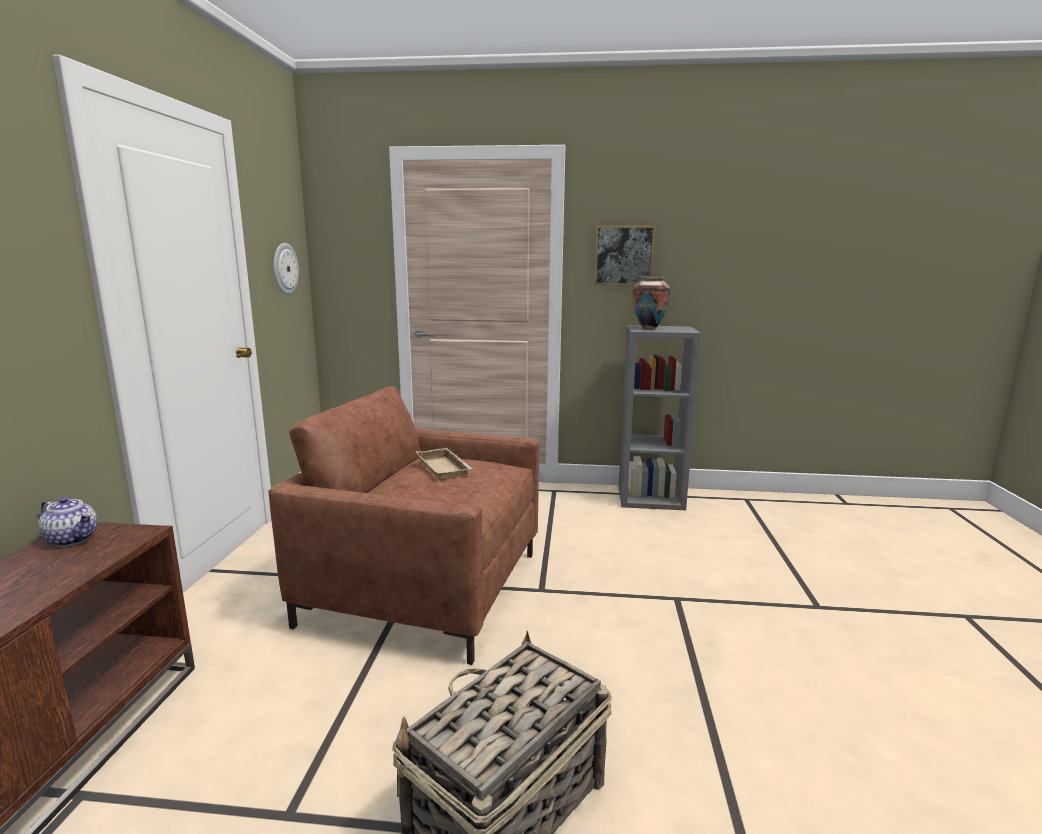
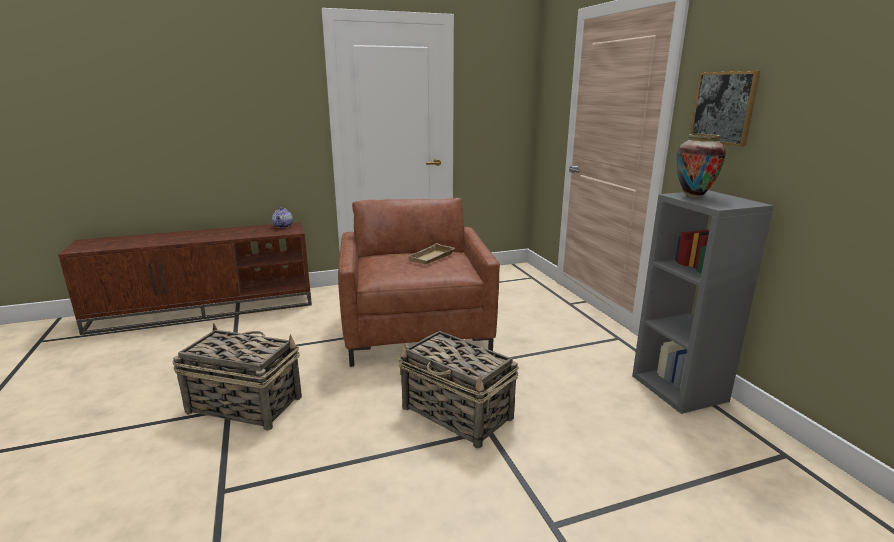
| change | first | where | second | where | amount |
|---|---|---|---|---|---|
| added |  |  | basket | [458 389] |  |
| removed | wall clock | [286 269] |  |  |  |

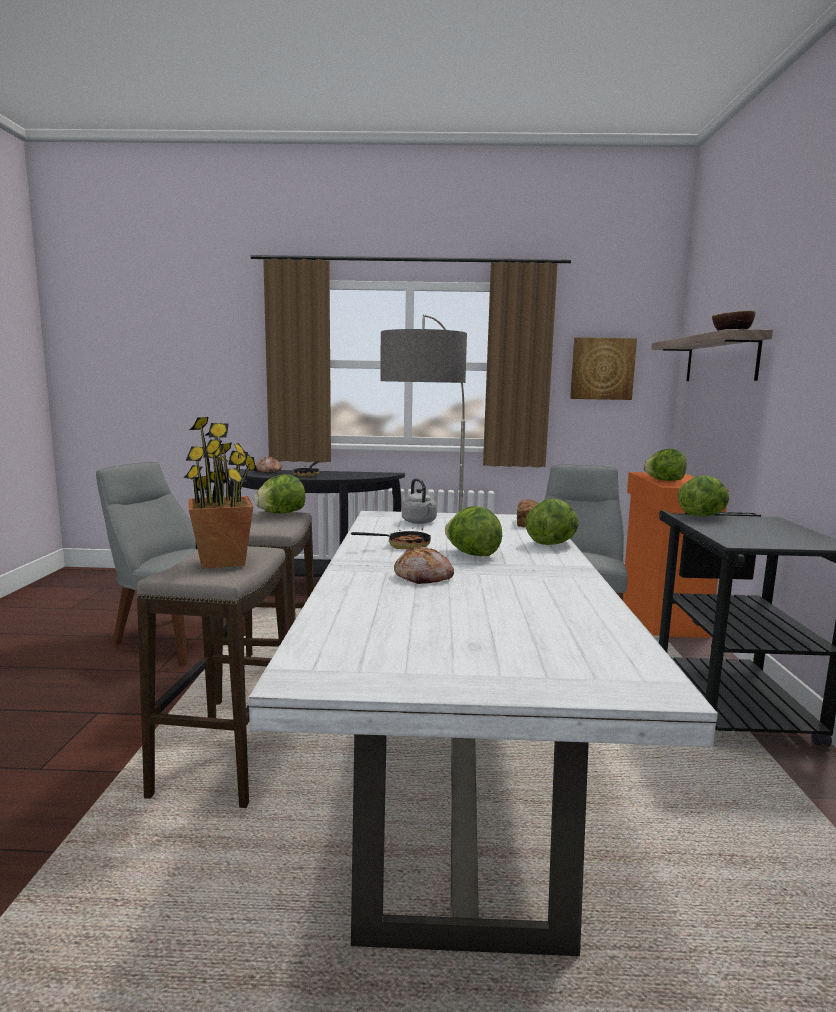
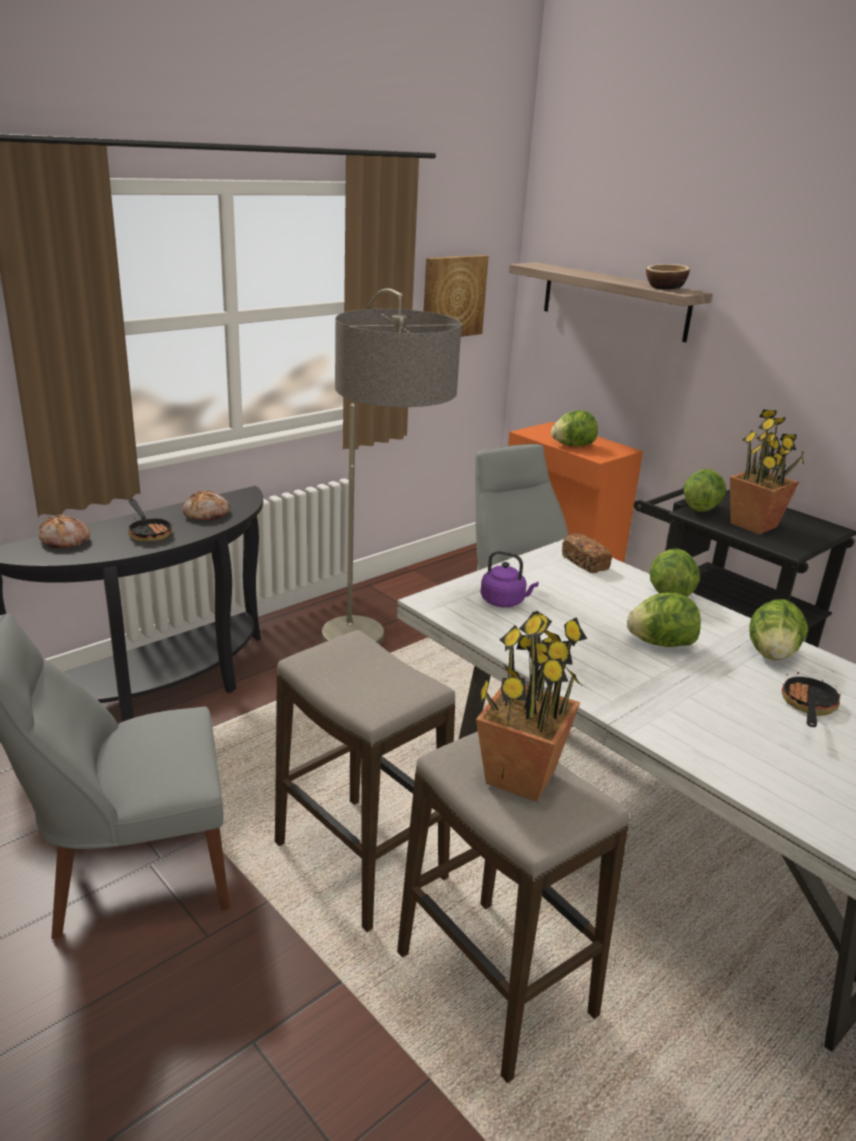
| change | first | where | second | where | amount |
|---|---|---|---|---|---|
| moved | bread | [424 565] |  | [206 506] |  |
| recoloured | grey kettle | [419 501] | purple kettle | [509 578] |  |
| added |  |  | potted plant | [767 472] |  |
| moved | lettuce | [279 494] |  | [778 629] |  |
| moved | frying pan | [391 538] |  | [812 699] |  |

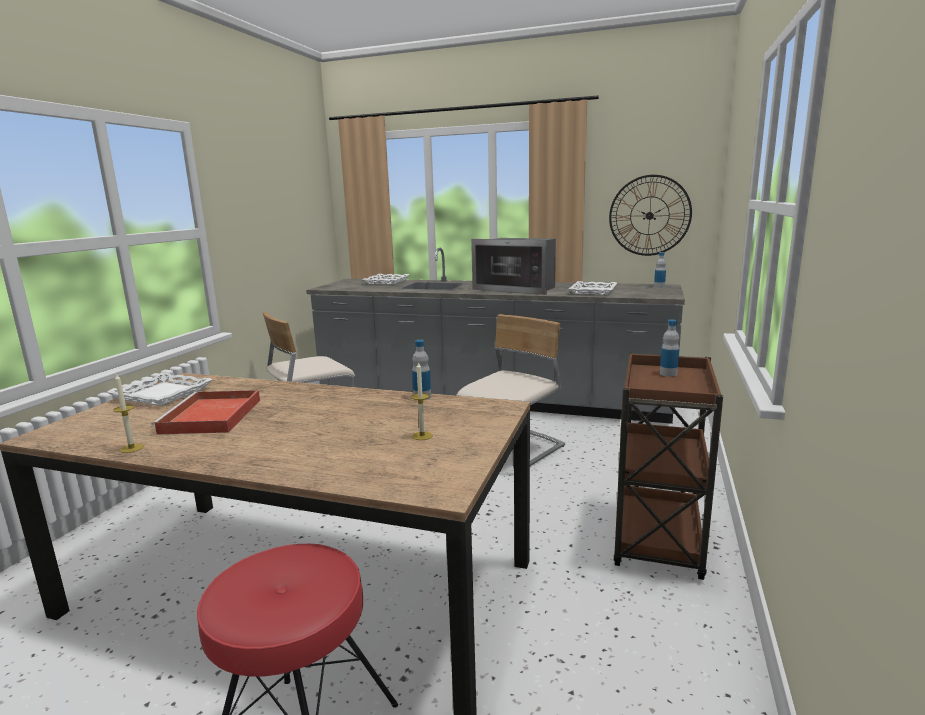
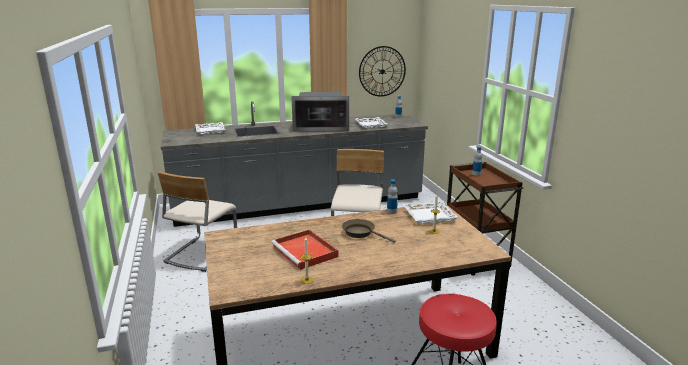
| change | first | where | second | where | amount |
|---|---|---|---|---|---|
| added |  |  | brown frying pan | [368 231] |  |
| moved | white tray | [160 389] |  | [430 212] |  |

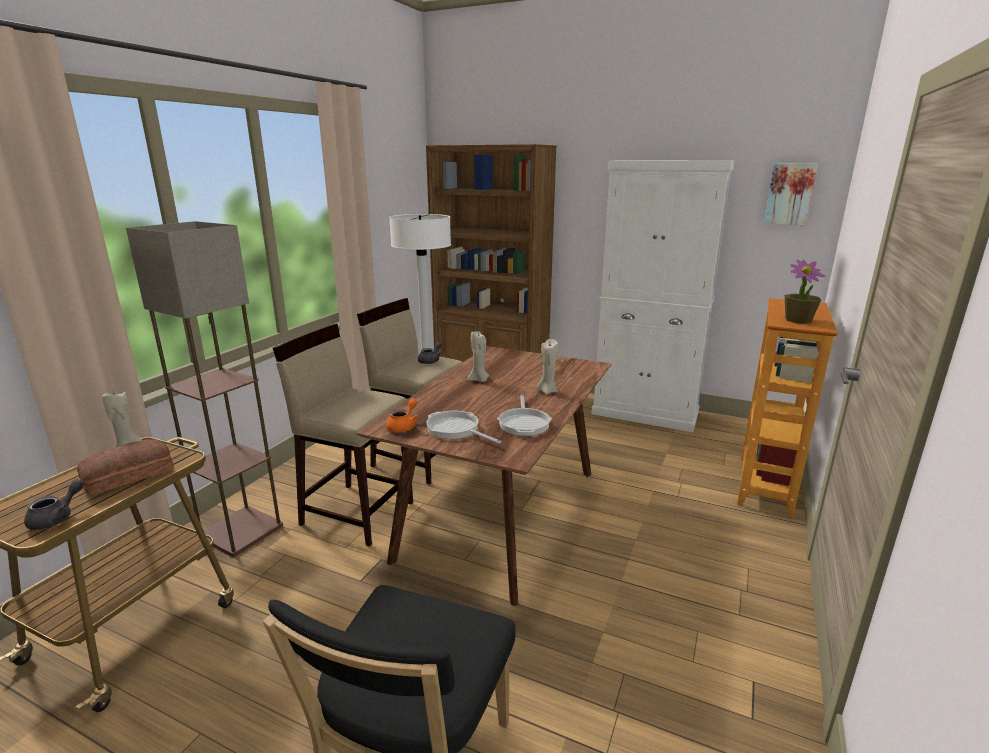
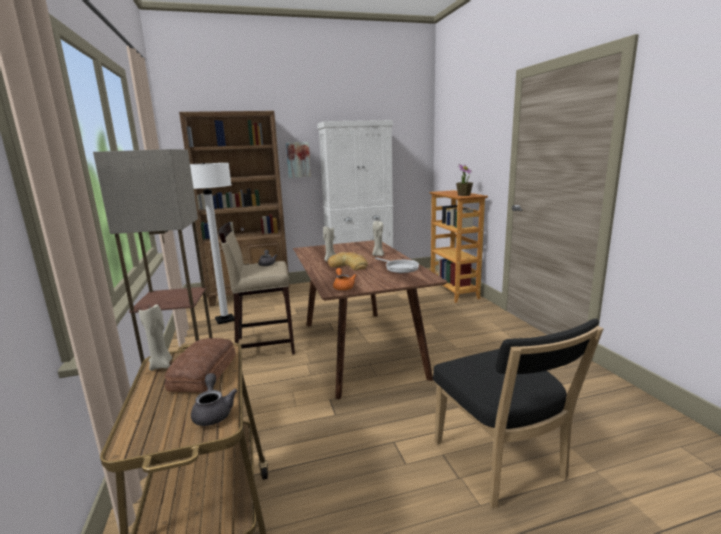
| change | first | where | second | where | amount |
|---|---|---|---|---|---|
| moved | picture | [791 194] |  | [298 160] |  |
| added |  |  | bread | [348 261] |  |
| removed | beige stool | [343 435] |  |  |  |
| removed | frying pan | [464 427] |  |  |  |

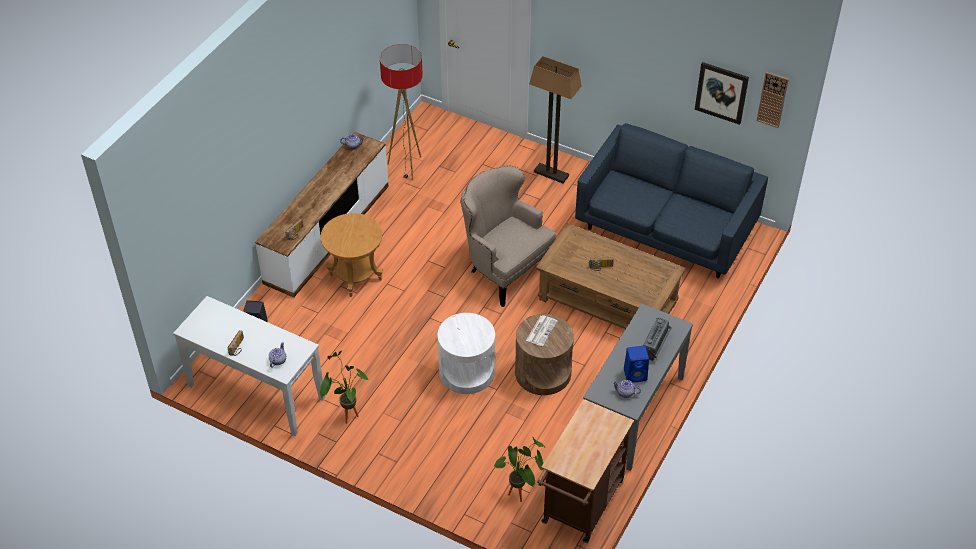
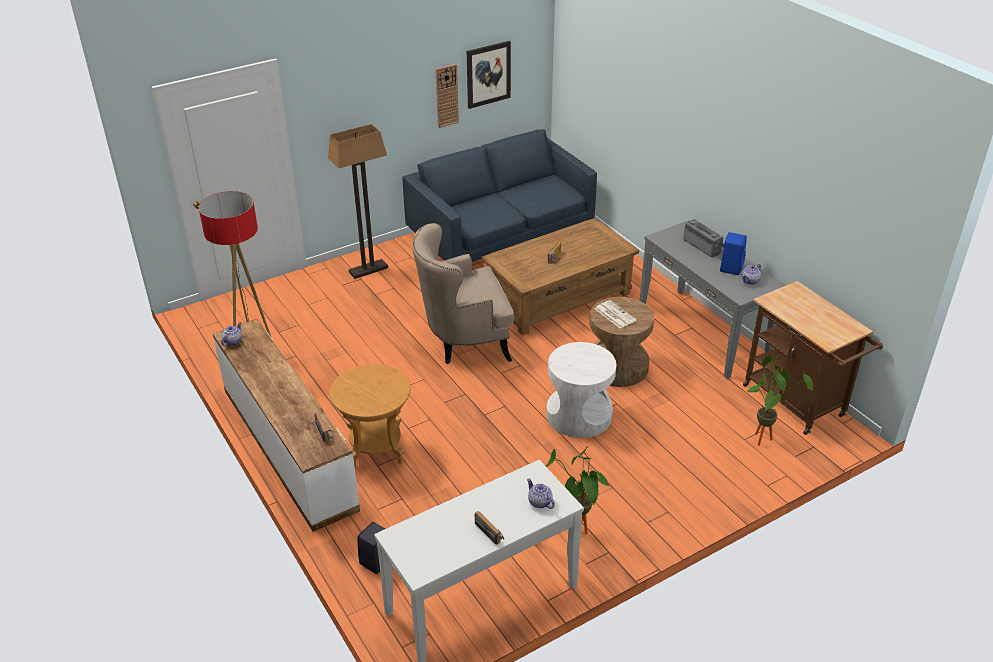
| change | first | where | second | where | amount |
|---|---|---|---|---|---|
| moved | wall clock | [773 100] |  | [447 96] |  |

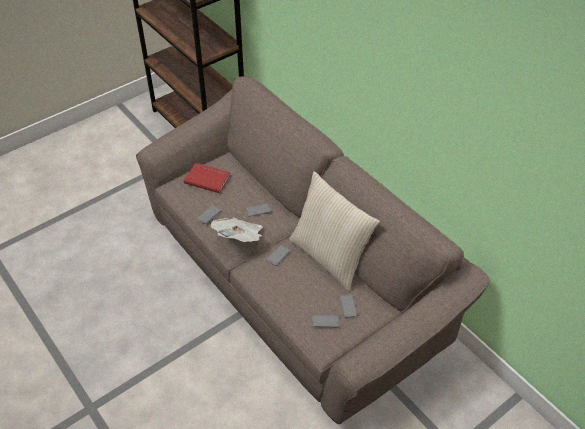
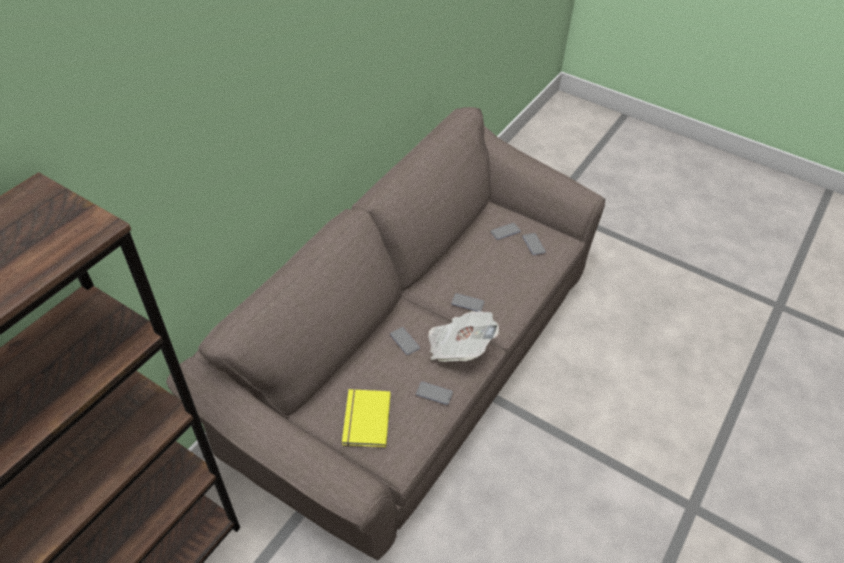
| change | first | where | second | where | amount |
|---|---|---|---|---|---|
| recoloured | red book | [207 178] | yellow book | [366 418] |  |
| removed | beige pillow | [334 232] |  |  |  |

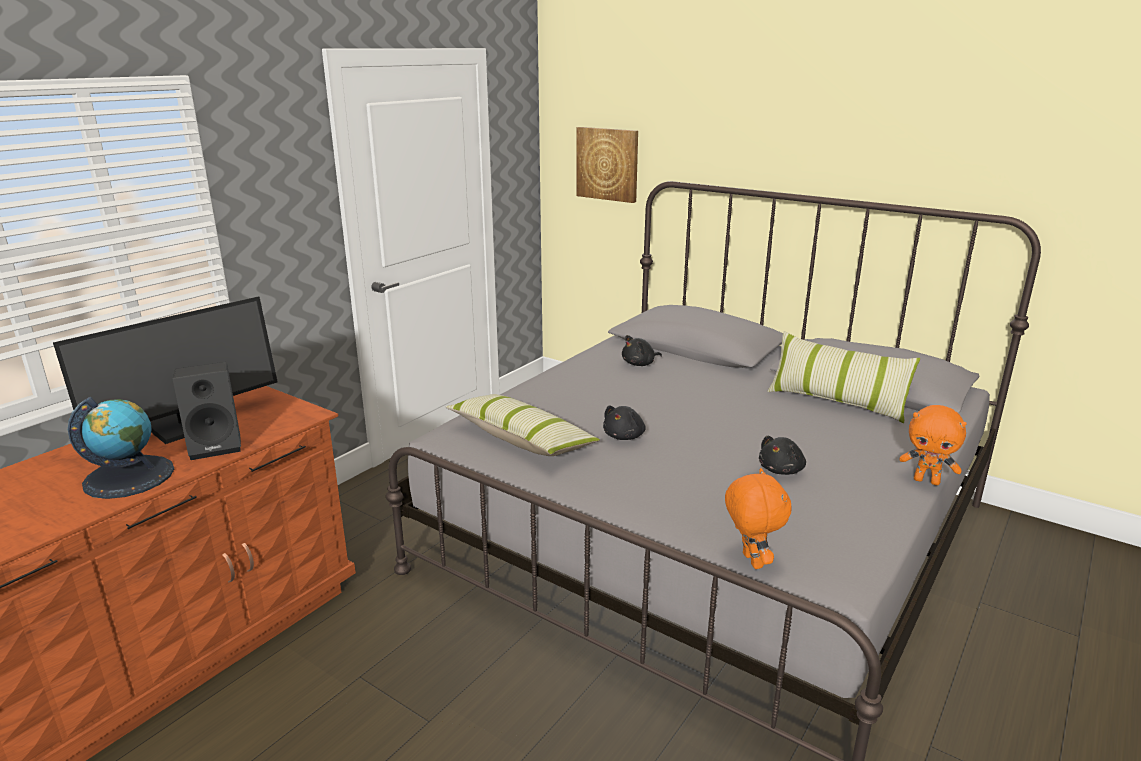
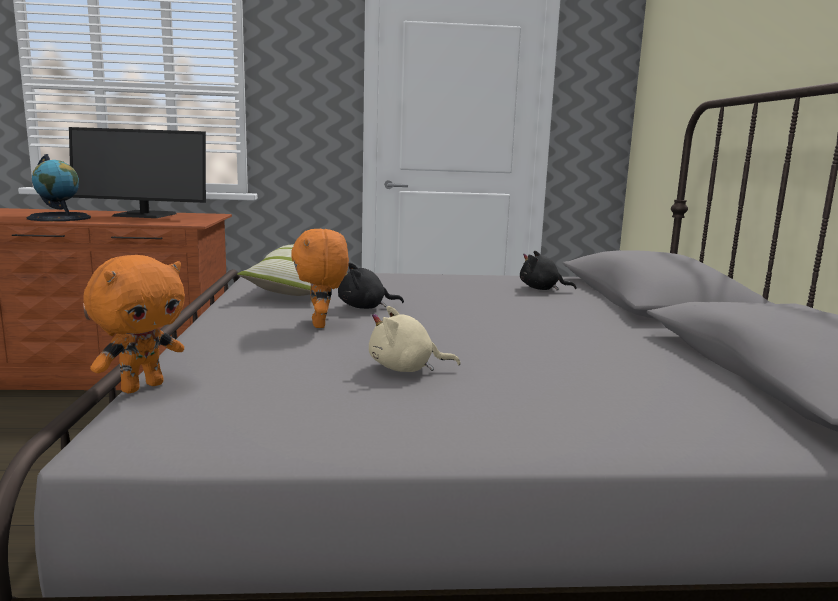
| change | first | where | second | where | amount |
|---|---|---|---|---|---|
| moved | orange plush toy | [933 445] |  | [320 278] |  |
| recoloured | black plush toy | [782 455] | beige plush toy | [414 339] |  |
| removed | black speaker | [207 411] |  |  |  |
| removed | picture | [607 165] |  |  |  |
| removed | pillow | [843 377] |  |  |  |

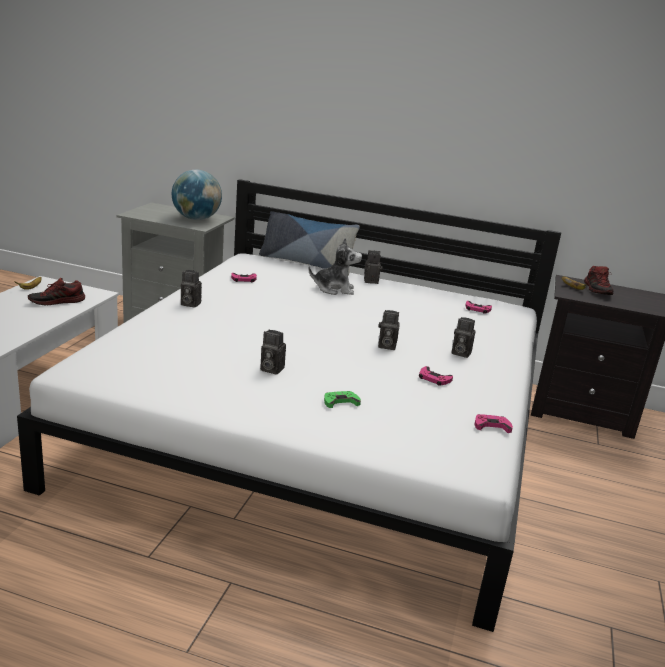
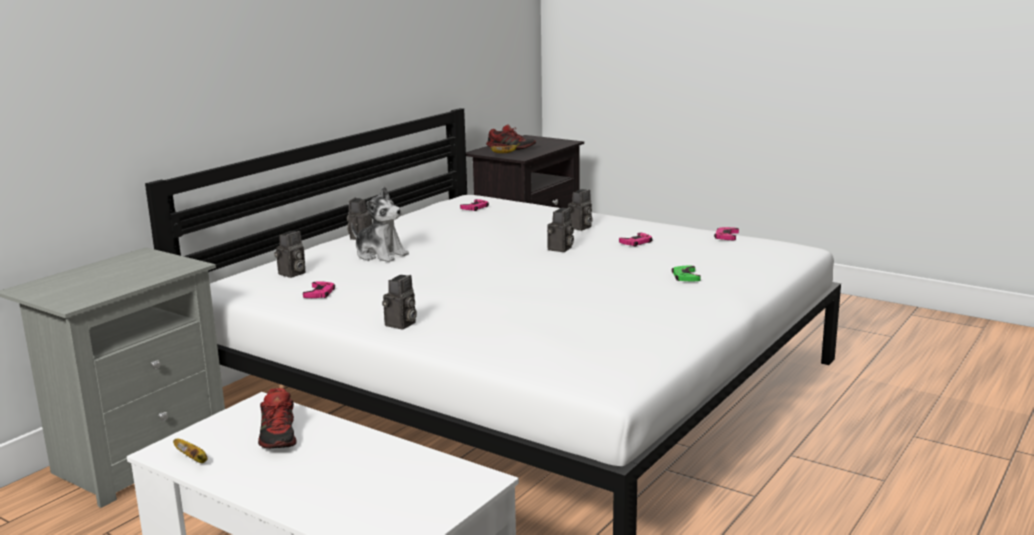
| change | first | where | second | where | amount |
|---|---|---|---|---|---|
| moved | photo camera | [273 352] |  | [290 254] |  |
| turned | plush toy | [335 266] |  | [380 224] | 105 degrees clockwise |
| removed | globe | [197 195] |  |  |  |
| removed | pillow | [309 243] |  |  |  |

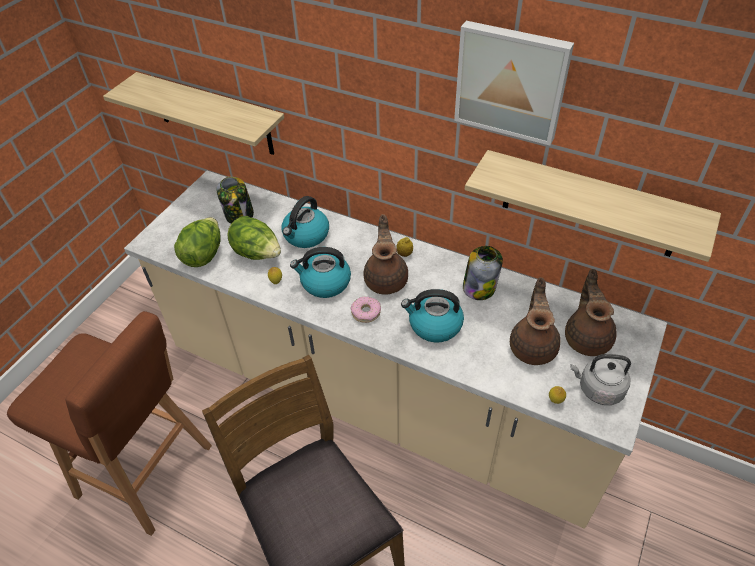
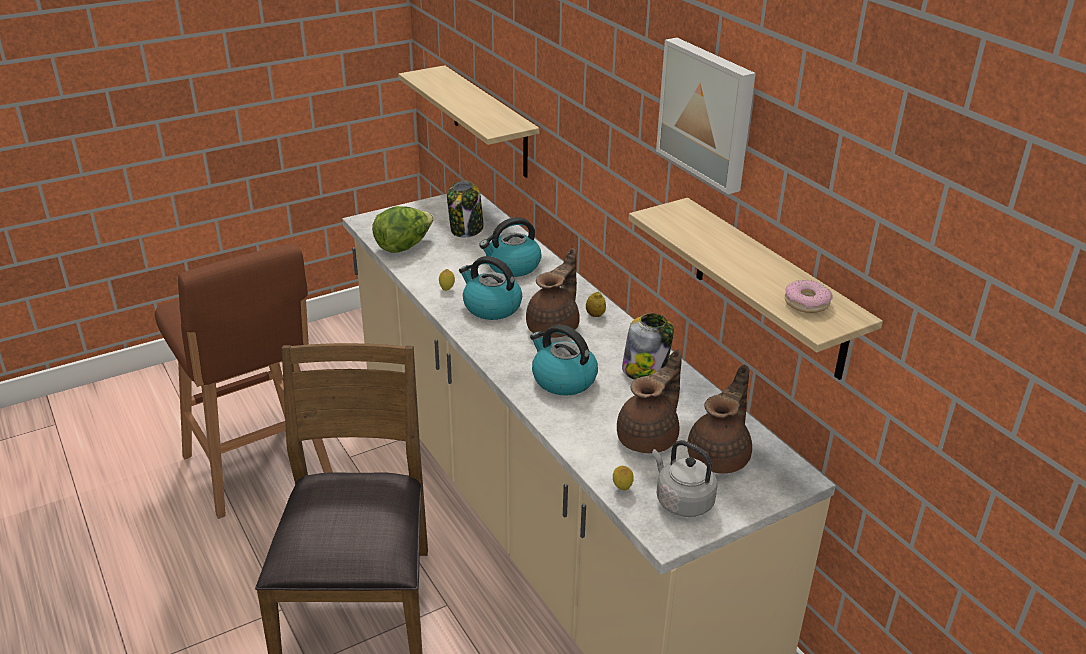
| change | first | where | second | where | amount |
|---|---|---|---|---|---|
| moved | donut | [366 309] |  | [809 296] |  |
| removed | lettuce | [254 238] |  |  |  |

